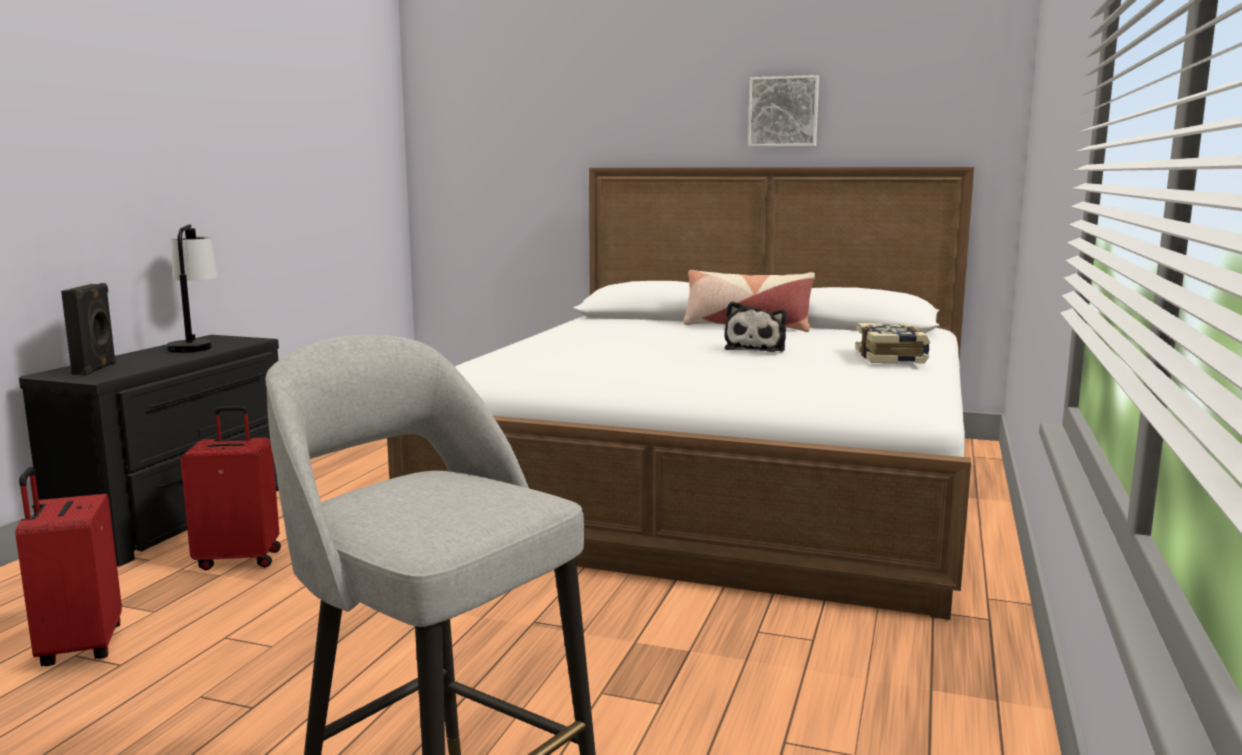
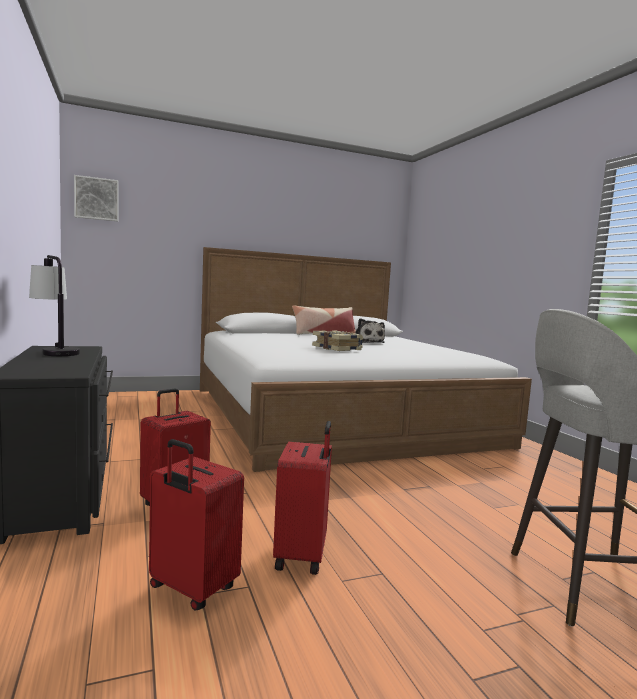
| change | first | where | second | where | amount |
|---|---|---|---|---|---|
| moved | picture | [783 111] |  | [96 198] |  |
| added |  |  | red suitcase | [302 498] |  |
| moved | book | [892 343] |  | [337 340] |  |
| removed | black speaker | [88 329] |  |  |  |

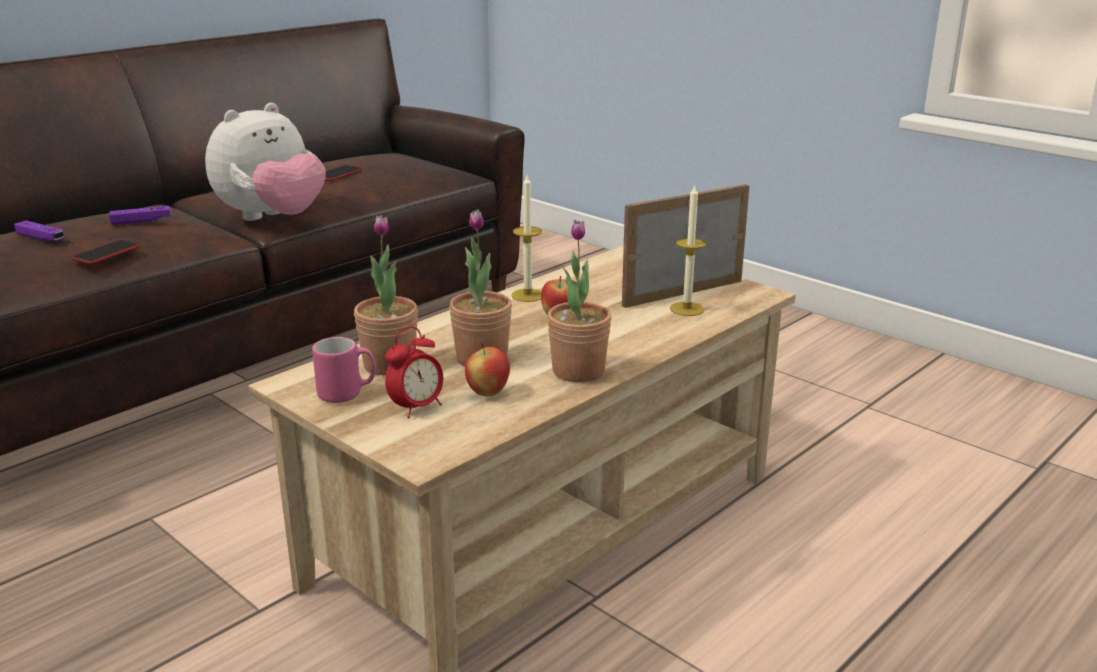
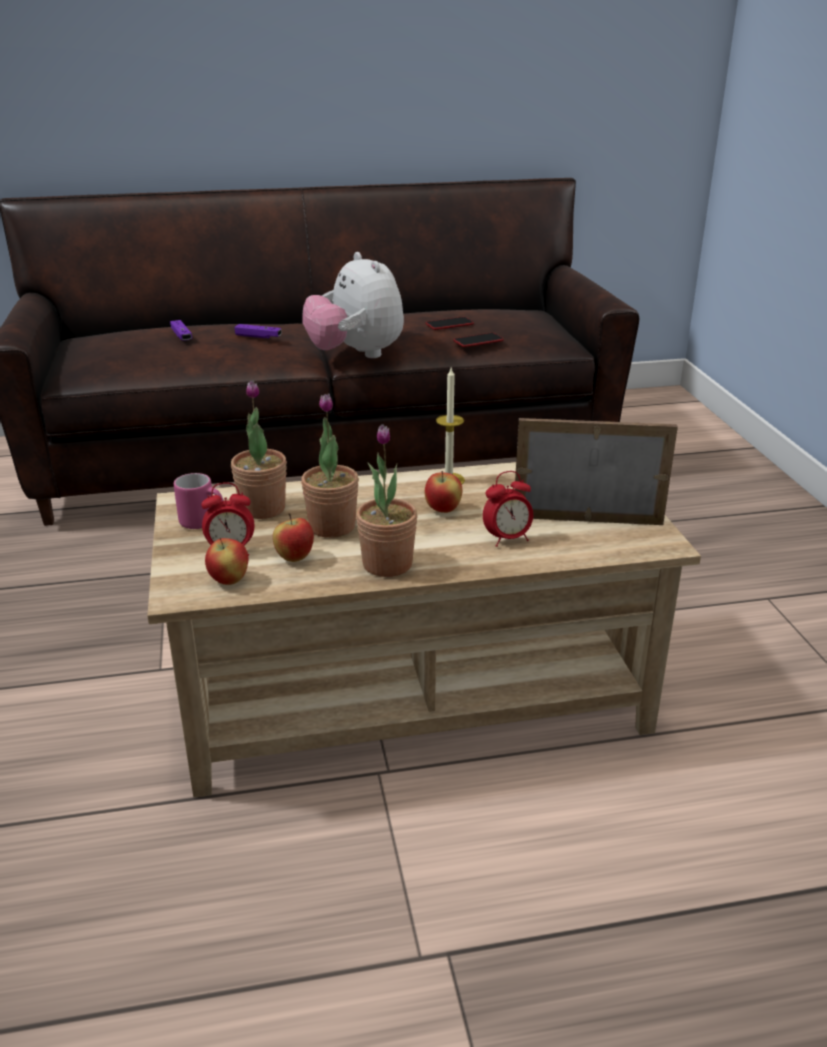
| change | first | where | second | where | amount |
|---|---|---|---|---|---|
| added |  |  | apple | [226 561] |  |
| turned | plush toy | [265 162] |  | [353 305] | 75 degrees clockwise |
| moved | phone | [106 252] |  | [478 340] |  |
| added |  |  | alarm clock | [508 509] |  |
| removed | candle | [688 250] |  |  |  |

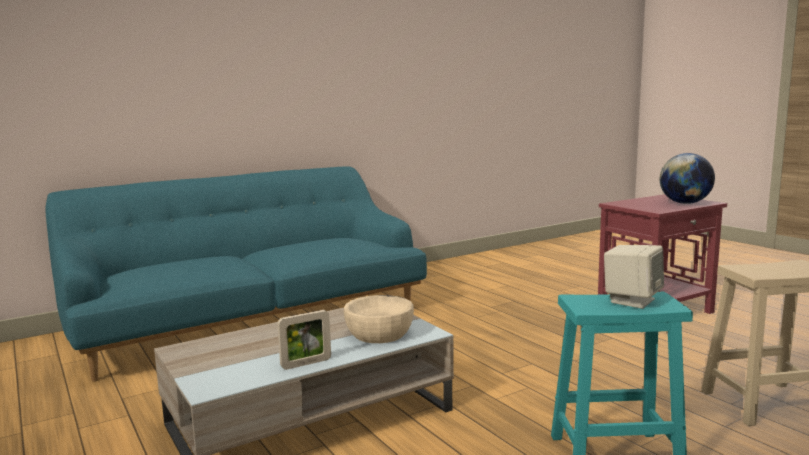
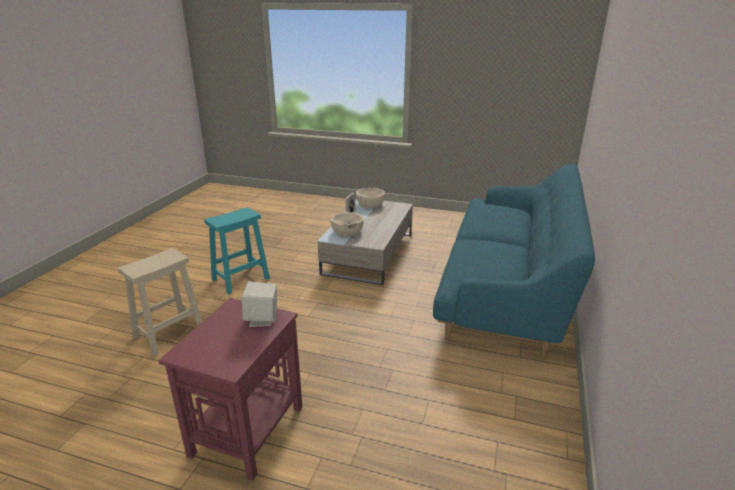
| change | first | where | second | where | amount |
|---|---|---|---|---|---|
| moved | beige speaker | [634 277] |  | [259 304] |  |
| added |  |  | beige bowl | [370 198] |  |
| removed | globe | [687 178] |  |  |  |

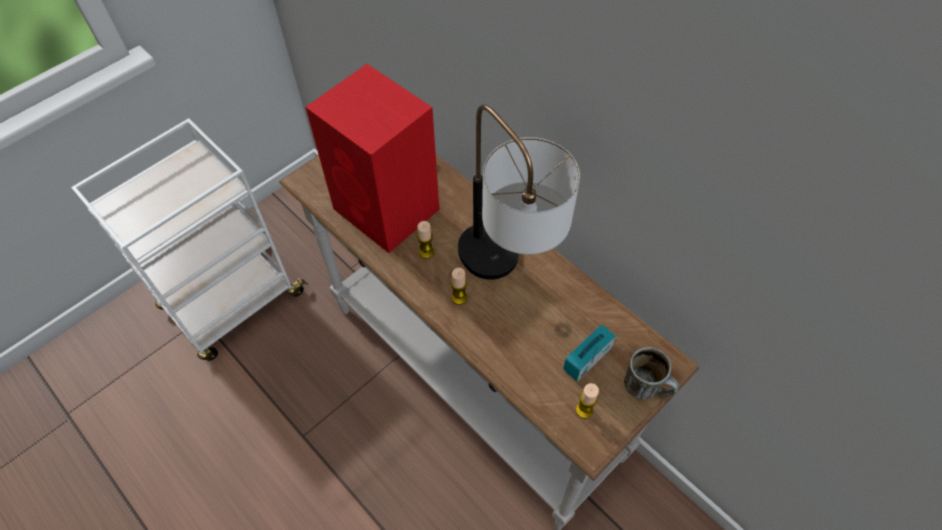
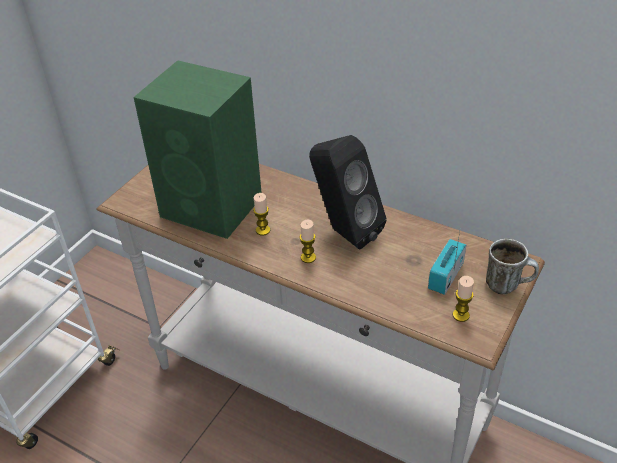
| change | first | where | second | where | amount |
|---|---|---|---|---|---|
| recoloured | red speaker | [372 158] | green speaker | [197 149] |  |
| replaced | table lamp | [519 192] | black speaker | [347 192] |  |

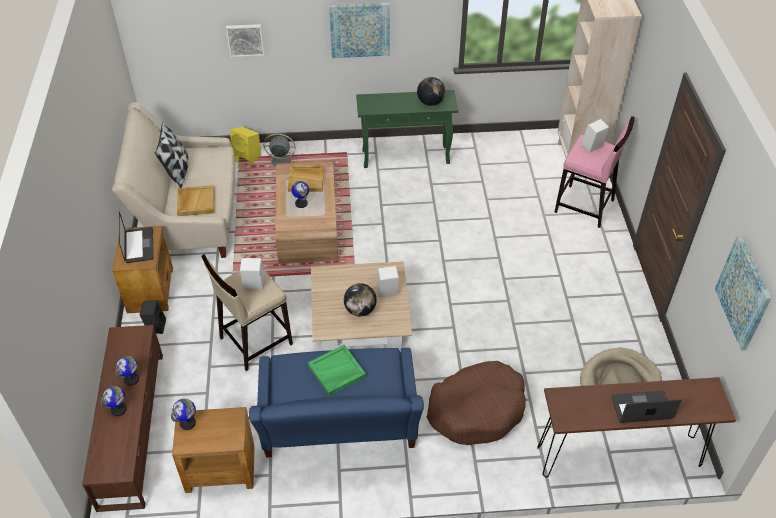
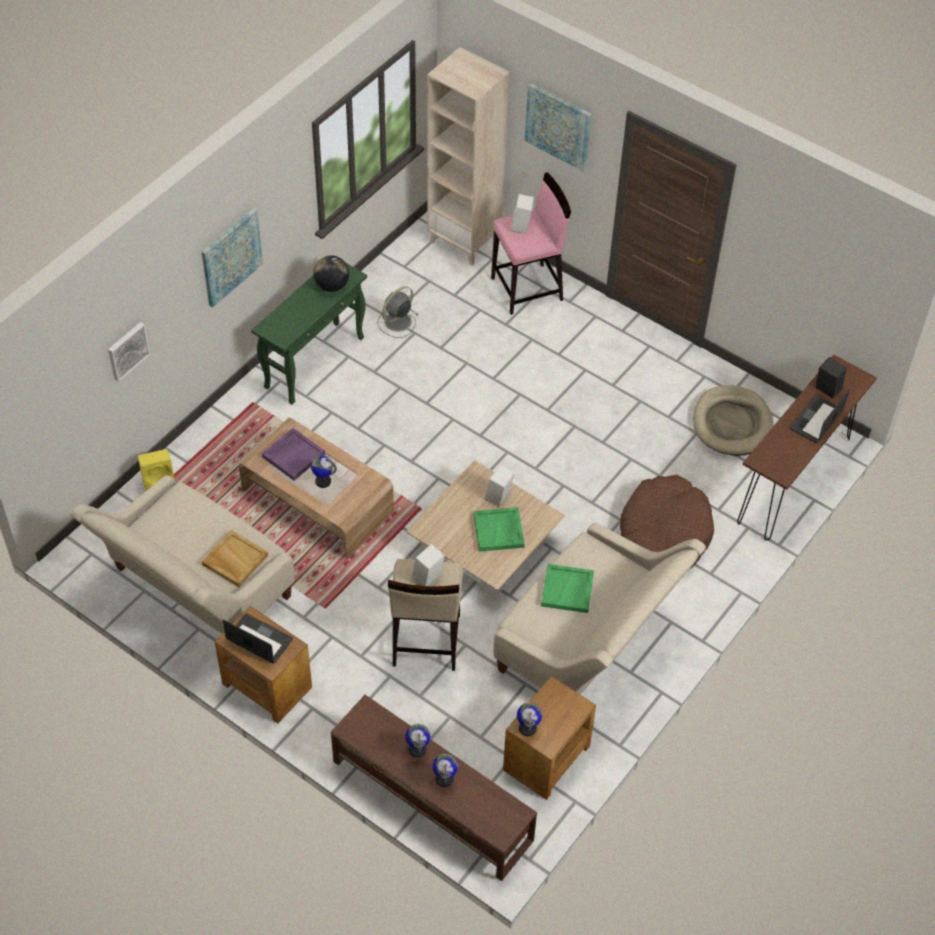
| change | first | where | second | where | amount |
|---|---|---|---|---|---|
| recoloured | beige tray | [306 178] | purple tray | [293 454] |  |
| moved | grey fan | [280 150] |  | [398 312] |  |
| replaced | globe | [360 299] | green tray | [499 529] |  |
| recoloured | blue sofa | [336 403] | beige sofa | [600 609] |  |
| moved | picture | [743 293] |  | [558 127] |  |
| moved | black speaker | [153 317] |  | [831 378] |  |
| removed | pillow | [172 155] |  |  |  |

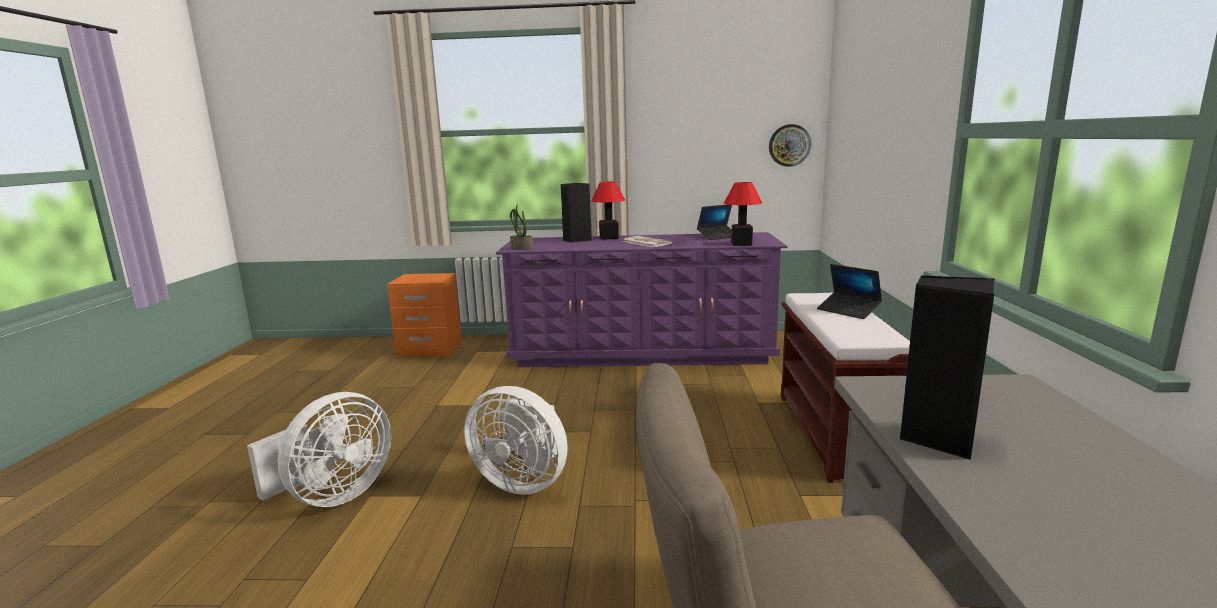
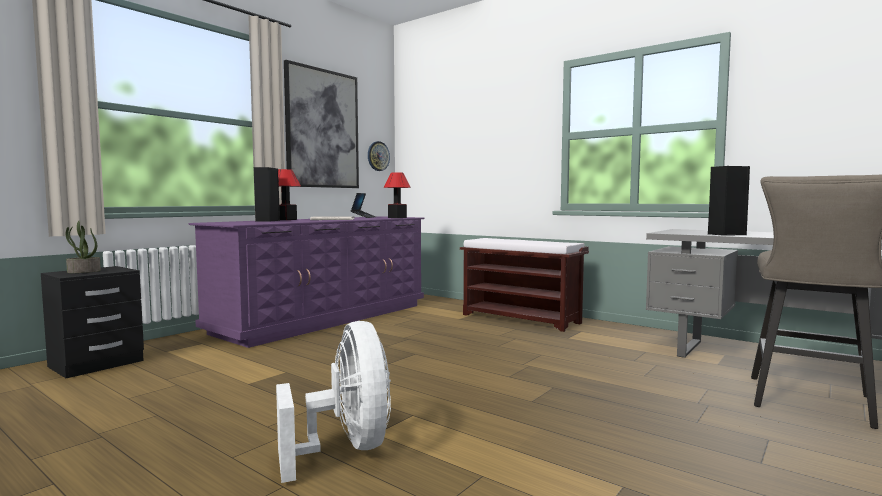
| change | first | where | second | where | amount |
|---|---|---|---|---|---|
| recoloured | orange nightstand | [424 315] | black nightstand | [92 322] |  |
| moved | potted plant | [521 227] |  | [83 247] |  |
| added |  |  | picture | [321 124] |  |
| removed | white fan | [516 440] |  |  |  |
| removed | laptop | [849 291] |  |  |  |

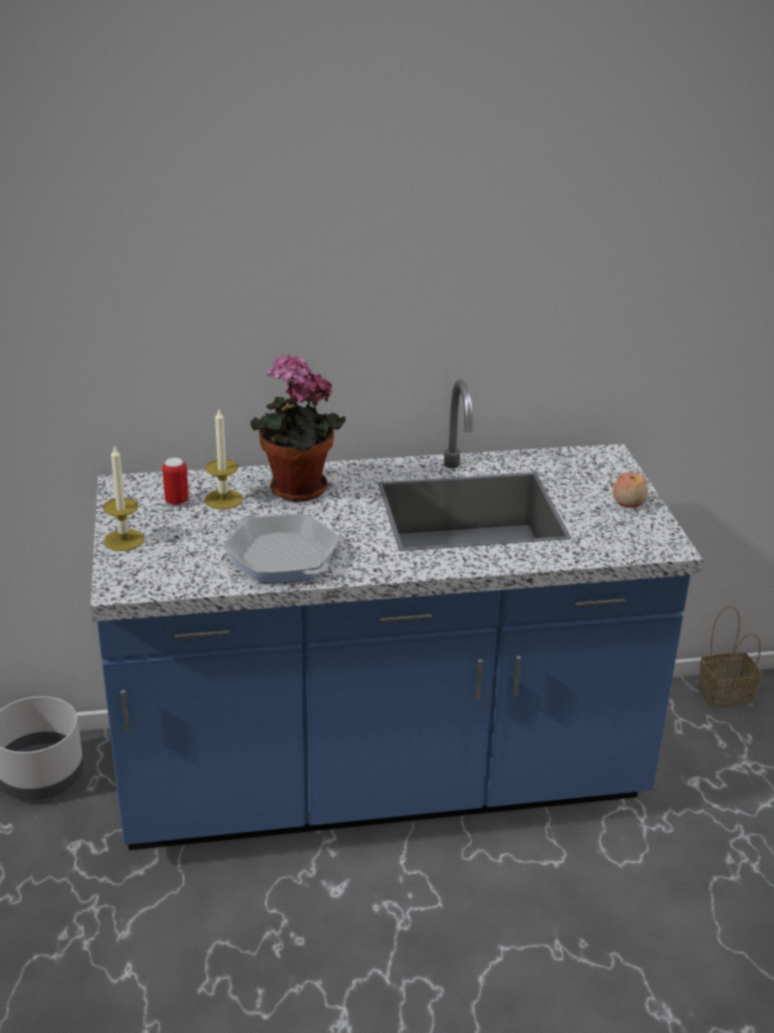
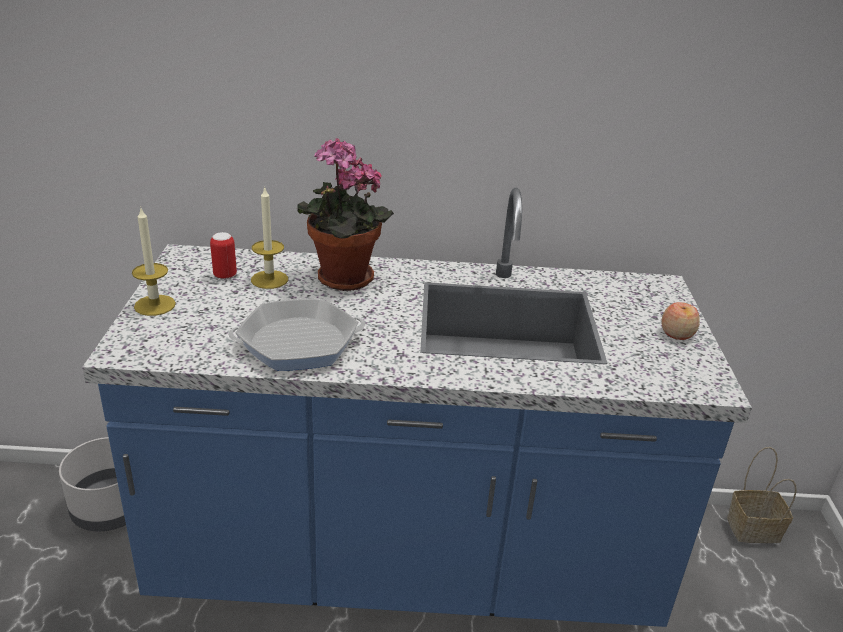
| change | first | where | second | where | amount |
|---|---|---|---|---|---|
| turned | frying pan | [281 548] |  | [296 334] | 105 degrees clockwise |

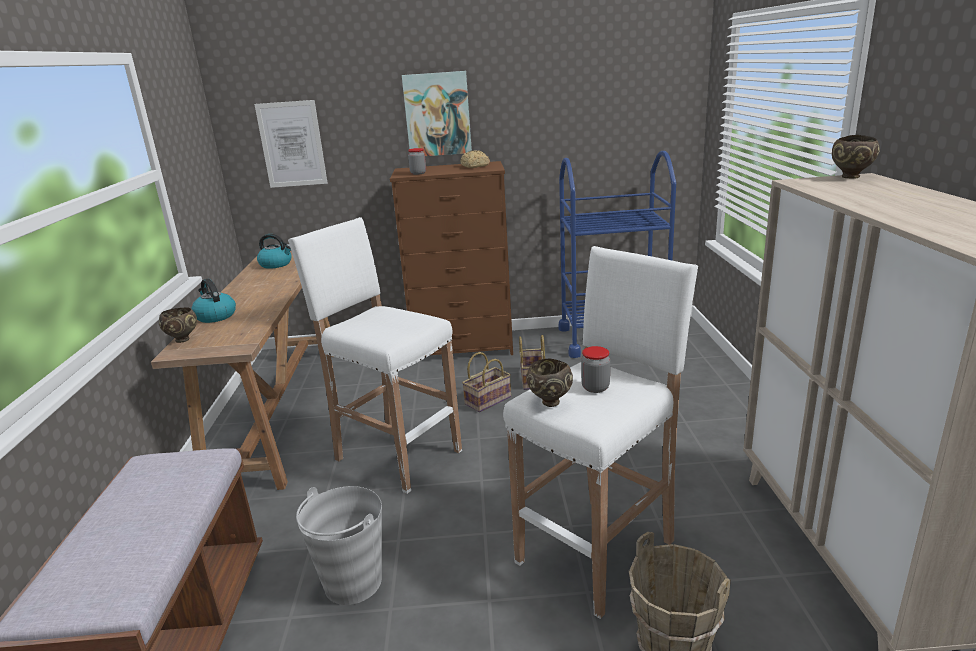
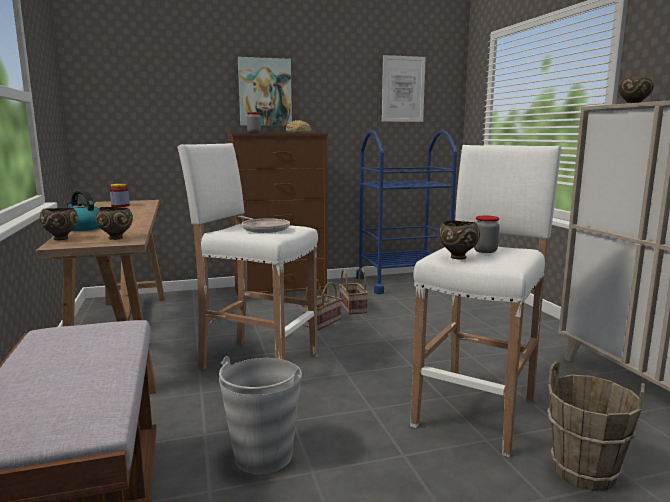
| change | first | where | second | where | amount |
|---|---|---|---|---|---|
| added |  |  | brown bowl | [114 223] |  |
| replaced | kettle | [274 251] | jar | [120 195] |  |
| added |  |  | frying pan | [263 224] |  |
| moved | picture | [290 144] |  | [404 88] |  |

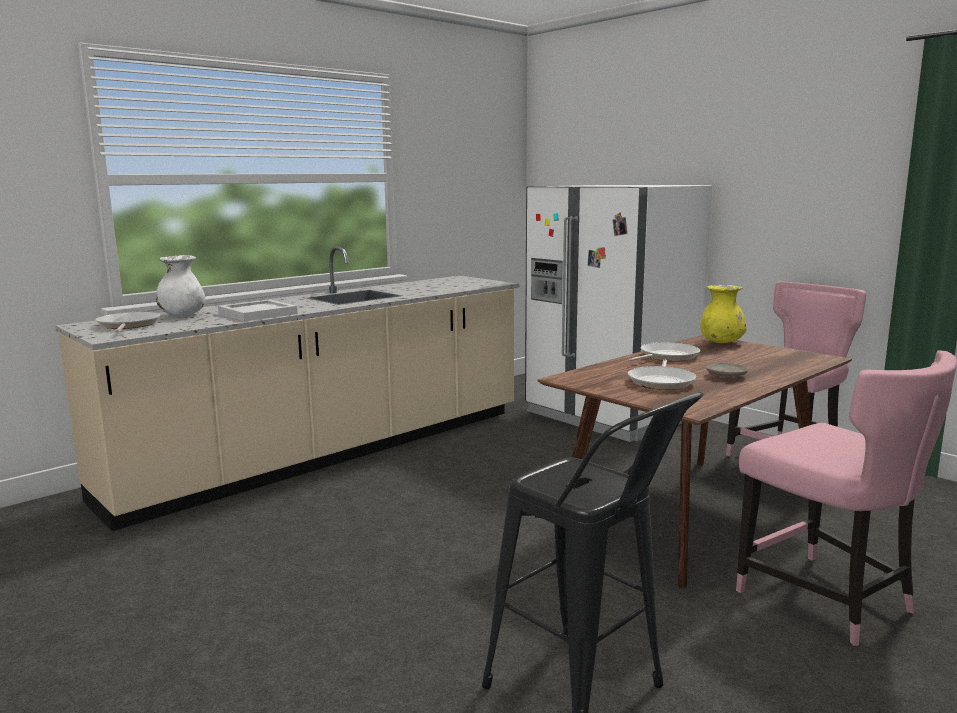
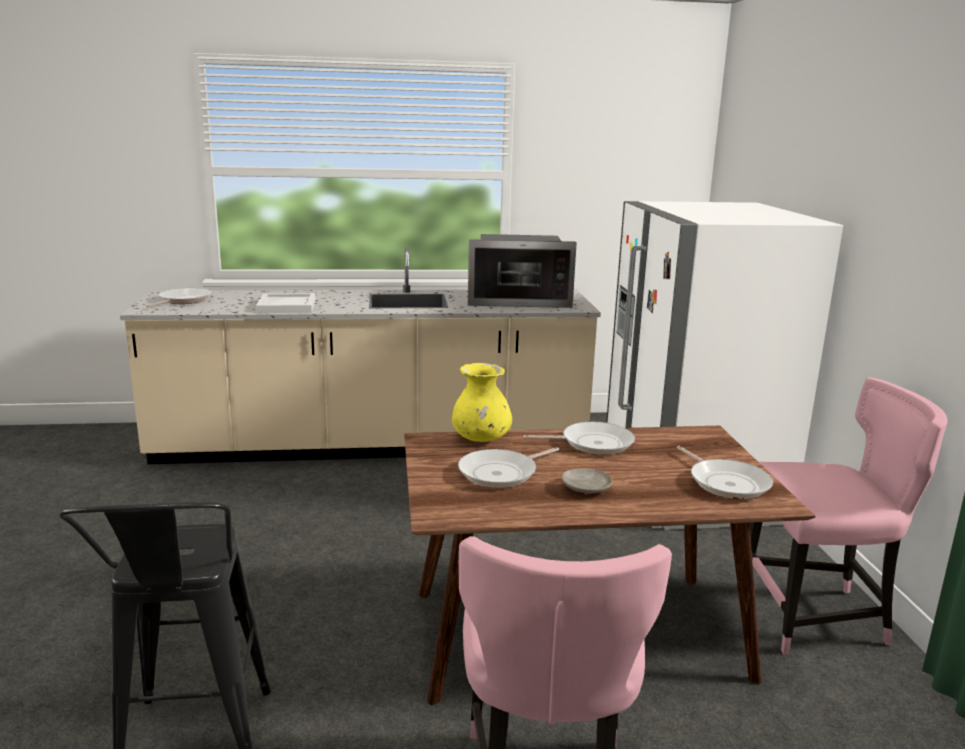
| change | first | where | second | where | amount |
|---|---|---|---|---|---|
| moved | yellow vase | [724 314] |  | [482 402] |  |
| added |  |  | microwave | [522 271] |  |
| added |  |  | frying pan | [724 472] |  |
| removed | white vase | [180 286] |  |  |  |

